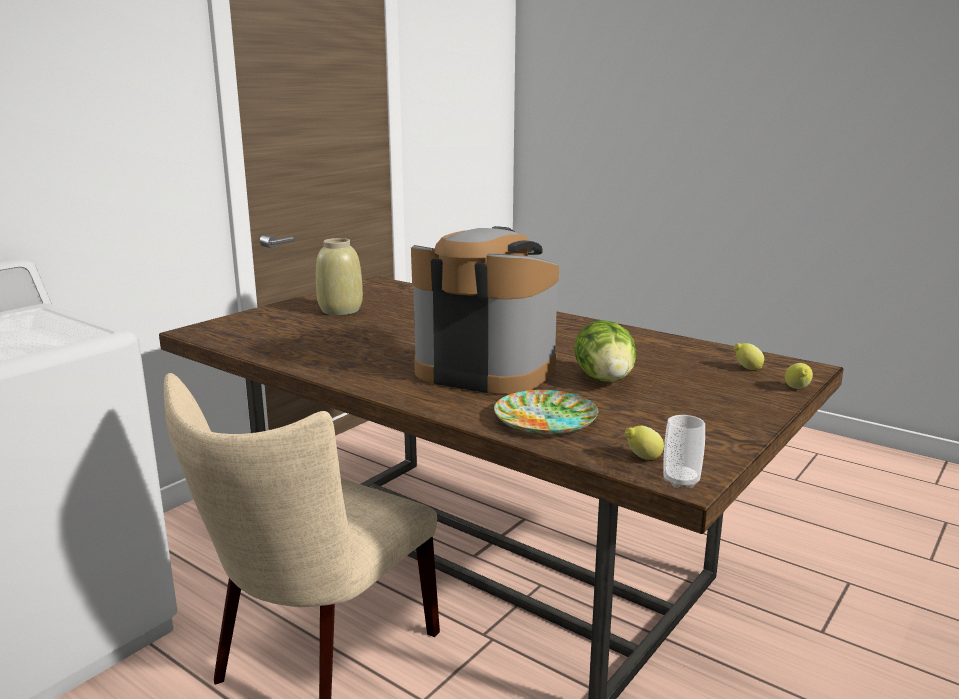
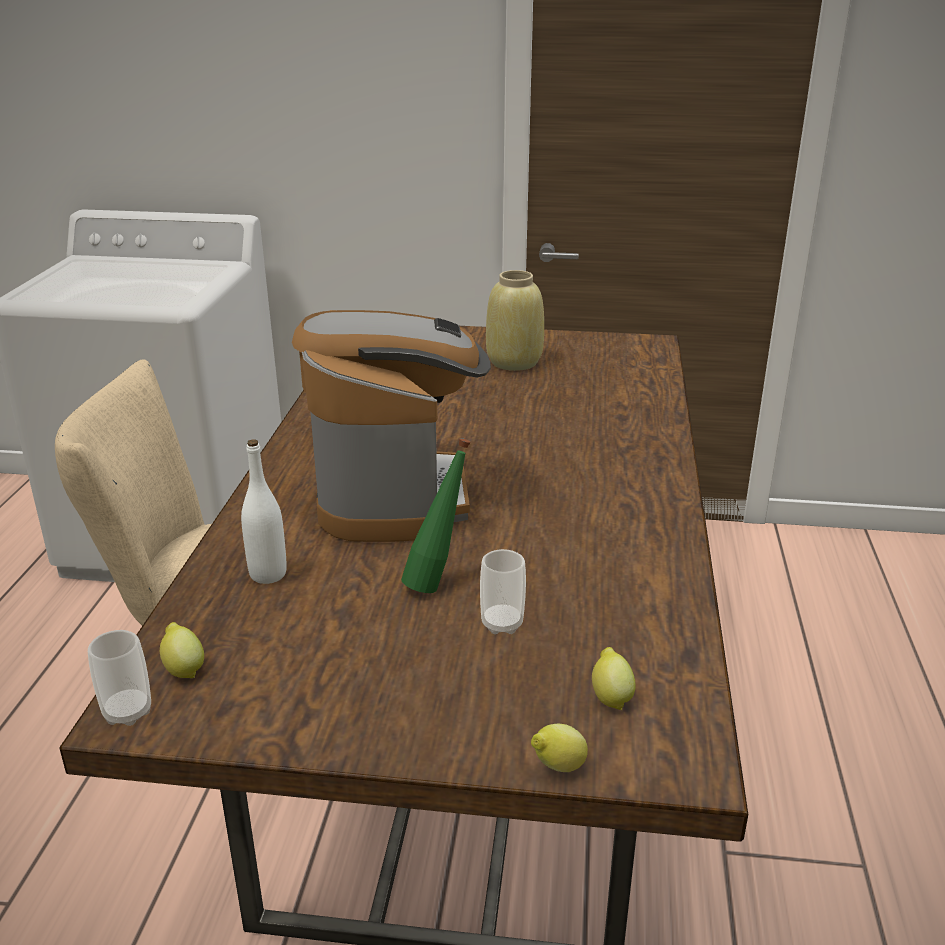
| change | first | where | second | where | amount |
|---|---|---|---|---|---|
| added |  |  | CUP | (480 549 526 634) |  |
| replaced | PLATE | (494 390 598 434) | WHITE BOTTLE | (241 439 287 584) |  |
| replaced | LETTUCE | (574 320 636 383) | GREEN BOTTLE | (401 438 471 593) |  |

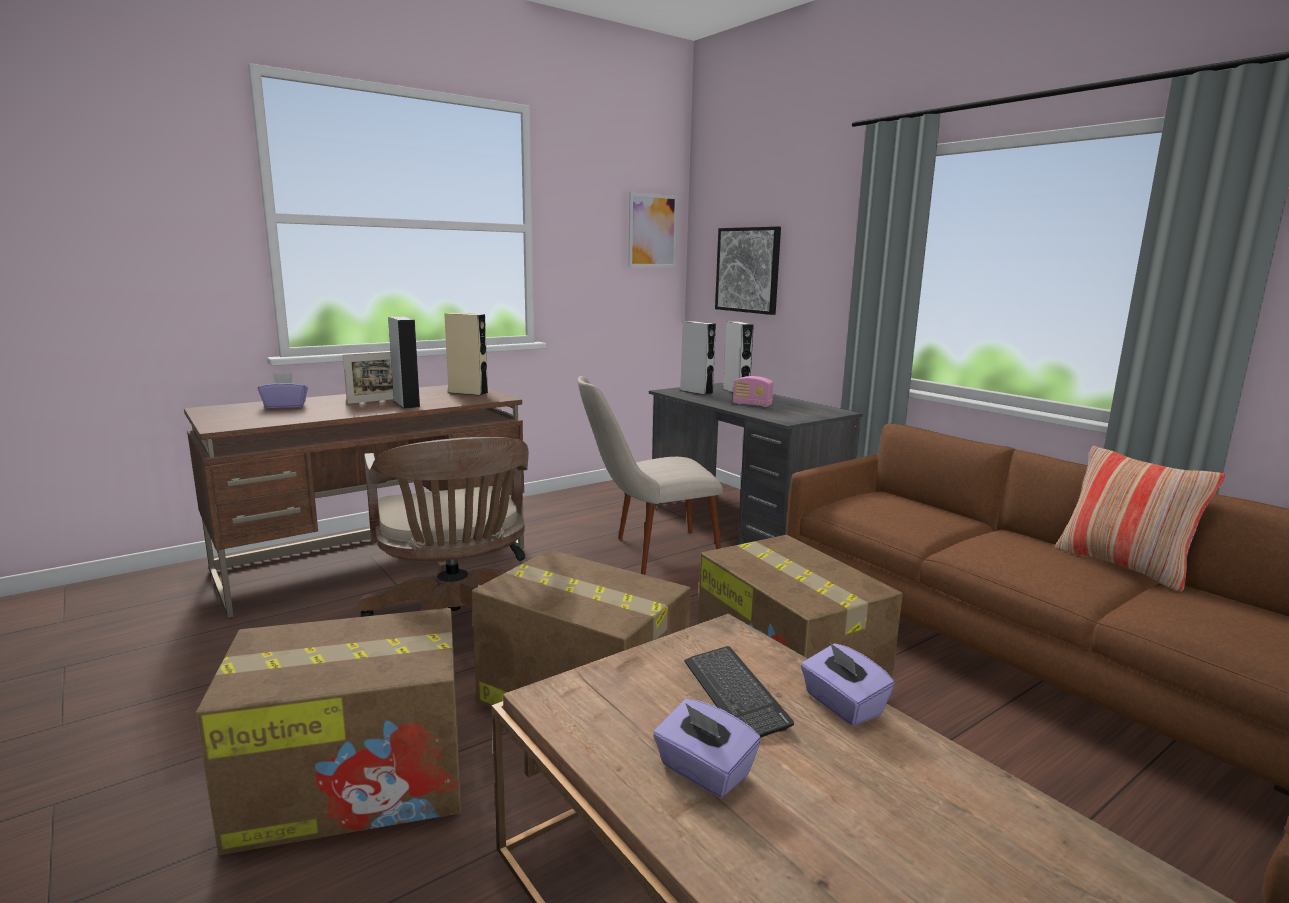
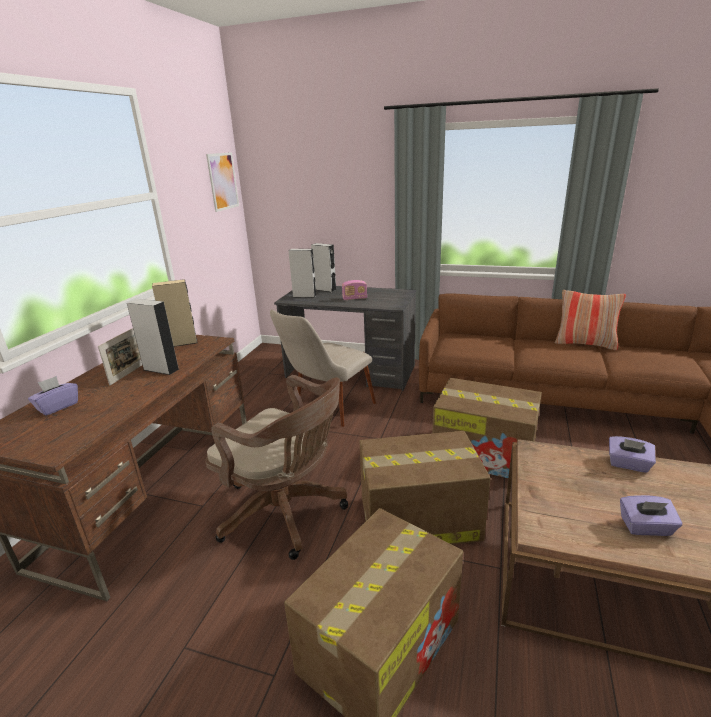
| change | first | where | second | where | amount |
|---|---|---|---|---|---|
| removed | KEYBOARD | (684 646 794 738) |  |  |  |
| removed | PICTURE | (715 226 781 315) |  |  |  |

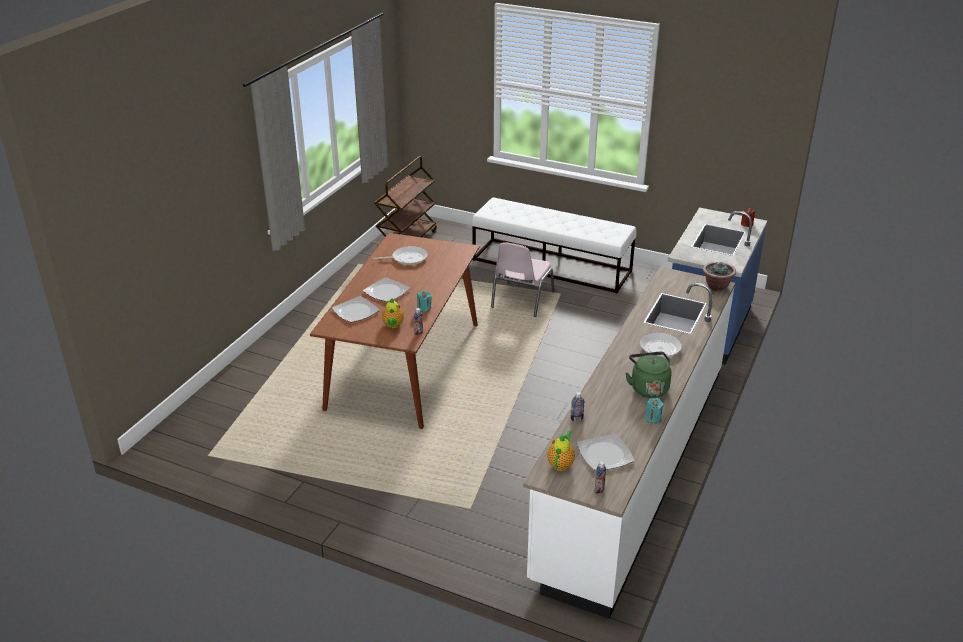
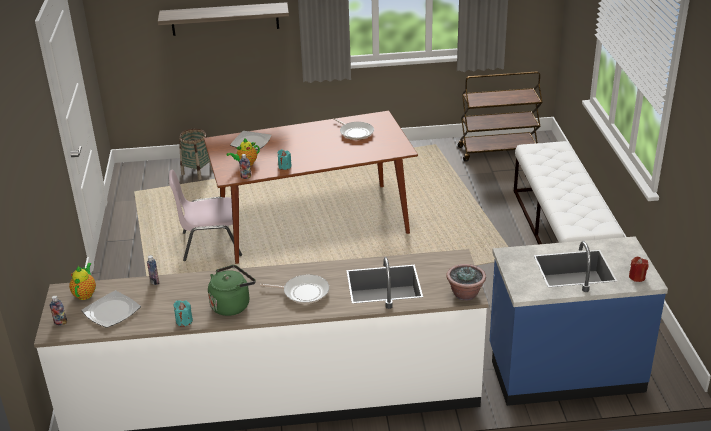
| change | first | where | second | where | amount |
|---|---|---|---|---|---|
| removed | PLATE | (363 277 410 302) |  |  |  |
| added |  |  | SHELF | (158 2 289 36) |  |
| added |  |  | BASKET | (179 129 213 180) |  |
| moved | PINK CHAIR | (491 242 555 317) |  | (169 170 242 261) |  |
| turned | TEAPOT | (547 431 575 471) |  | (69 263 96 300) | 75 degrees counterclockwise |

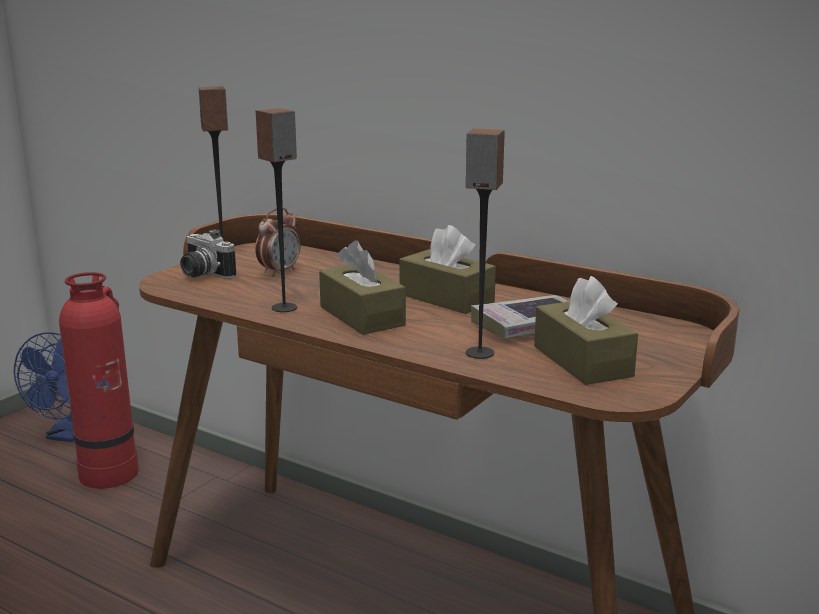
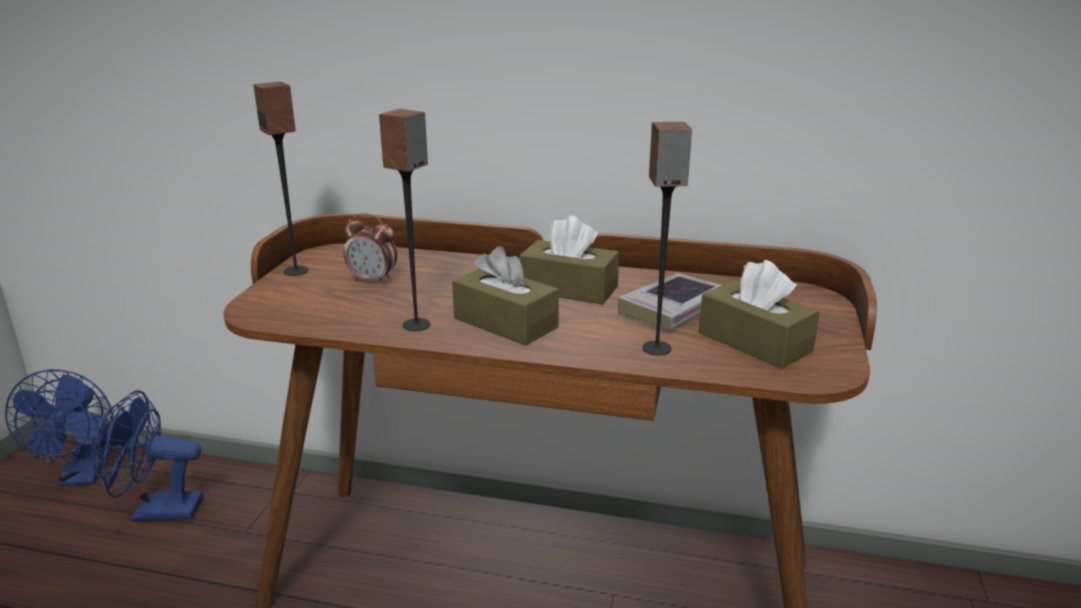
| change | first | where | second | where | amount |
|---|---|---|---|---|---|
| removed | PHOTO CAMERA | (180 229 236 279) |  |  |  |
| replaced | FIRE EXTINGUISHER | (59 272 139 489) | BLUE FAN | (93 390 203 521) |  |
| turned | ALARM CLOCK | (255 208 301 277) |  | (344 213 397 285) | 90 degrees clockwise |

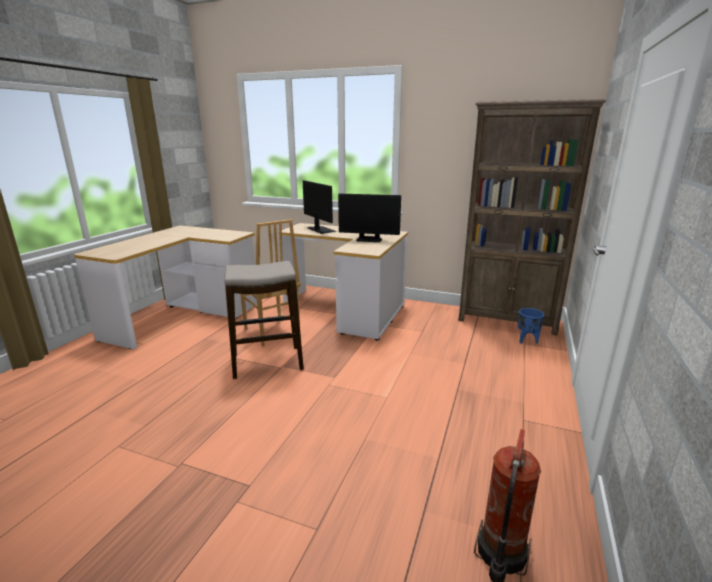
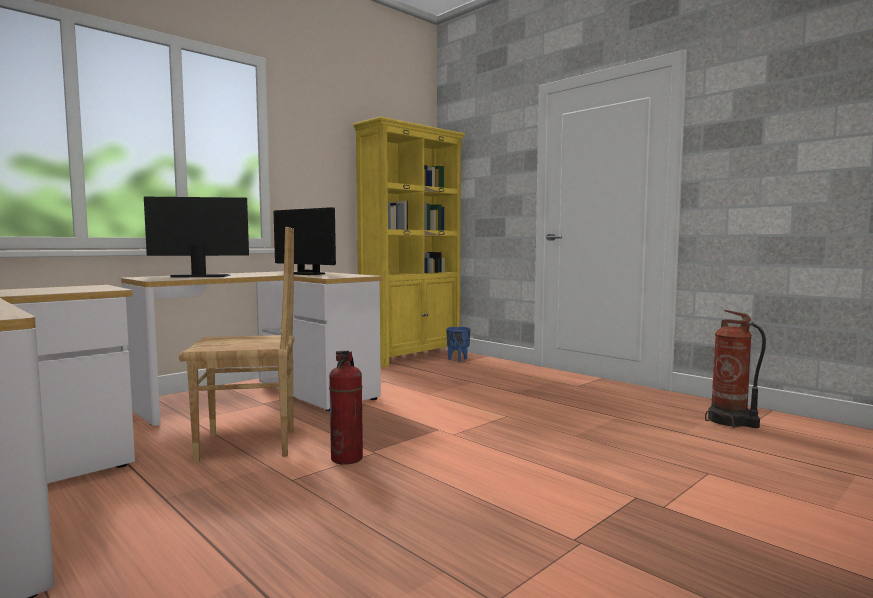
| change | first | where | second | where | amount |
|---|---|---|---|---|---|
| replaced | STOOL | (224 261 304 379) | FIRE EXTINGUISHER | (329 351 363 465) |  |
| recoloured | BROWN BOOKCASE | (458 99 606 335) | YELLOW BOOKCASE | (353 117 465 368) |  |
| turned | MONITOR | (338 194 401 242) |  | (274 207 336 275) | 90 degrees clockwise |

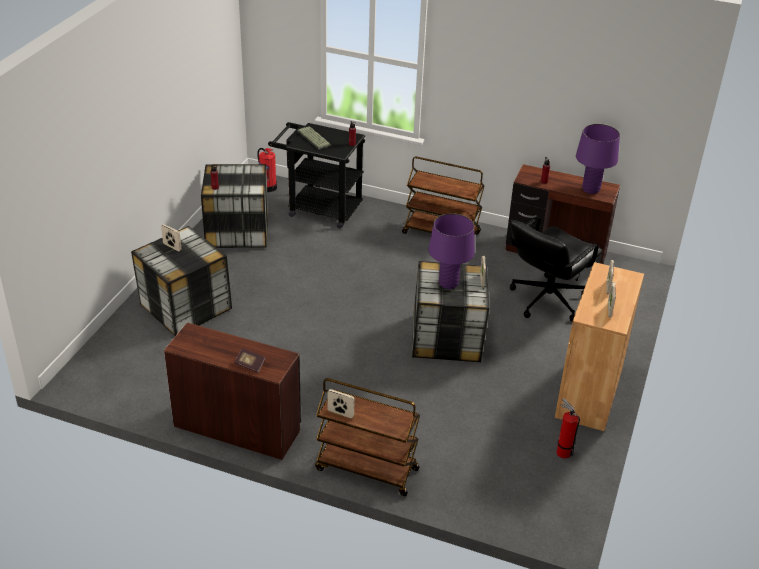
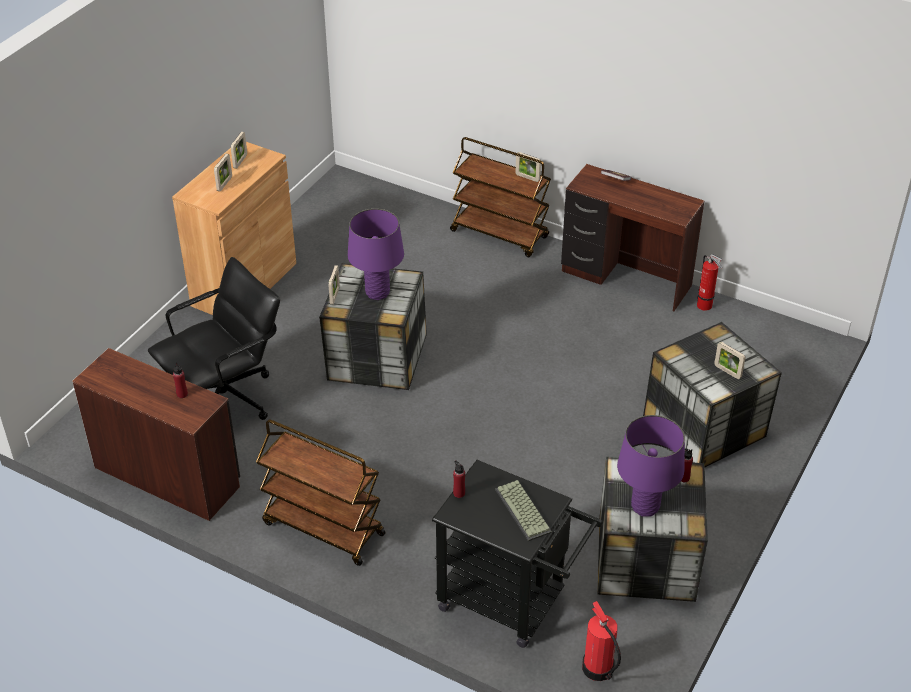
| change | first | where | second | where | amount |
|---|---|---|---|---|---|
| moved | FIRE EXTINGUISHER | (556 399 580 458) |  | (697 254 722 311) |  |
| moved | PURPLE TABLE LAMP | (576 124 620 194) |  | (617 415 685 516) |  |

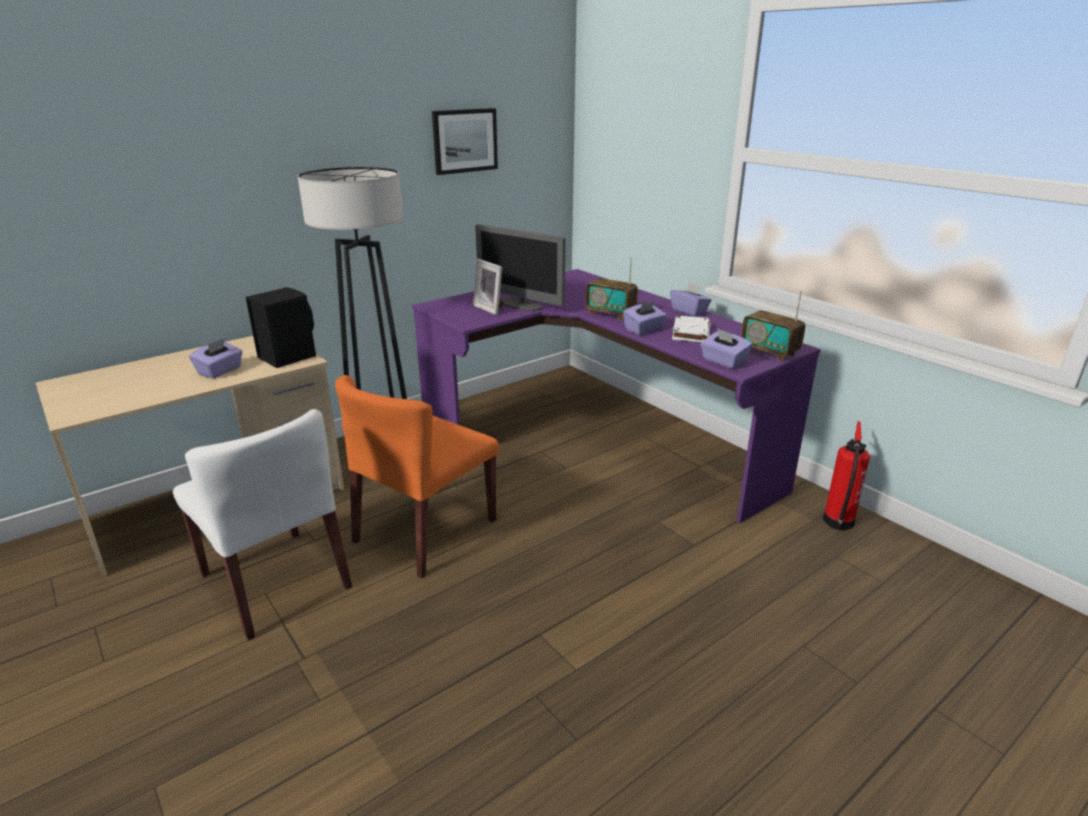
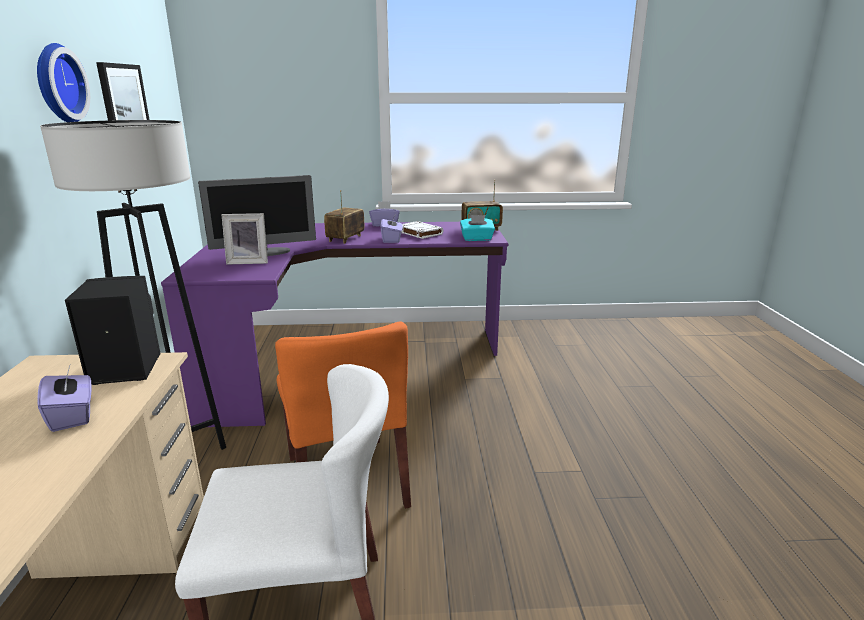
| change | first | where | second | where | amount |
|---|---|---|---|---|---|
| removed | FIRE EXTINGUISHER | (823 421 870 530) |  |  |  |
| added |  |  | WALL CLOCK | (37 43 90 122) |  |
| recoloured | PURPLE TISSUE BOX | (700 328 752 369) | TURQUOISE TISSUE BOX | (460 215 495 241) |  |
| turned | RADIO | (586 258 638 321) |  | (324 190 364 244) | 135 degrees clockwise |

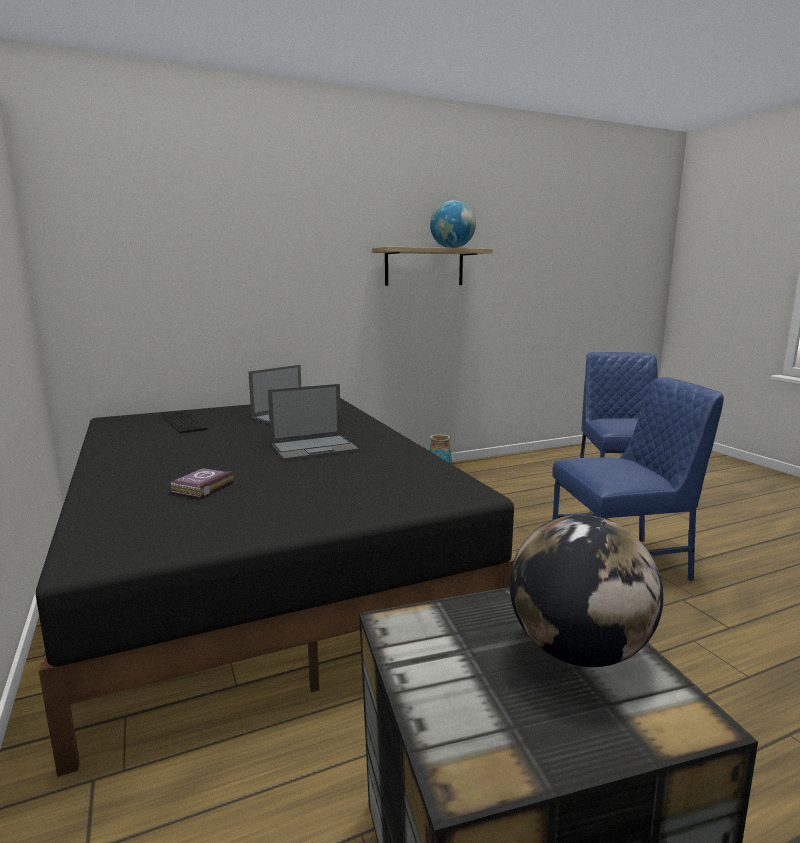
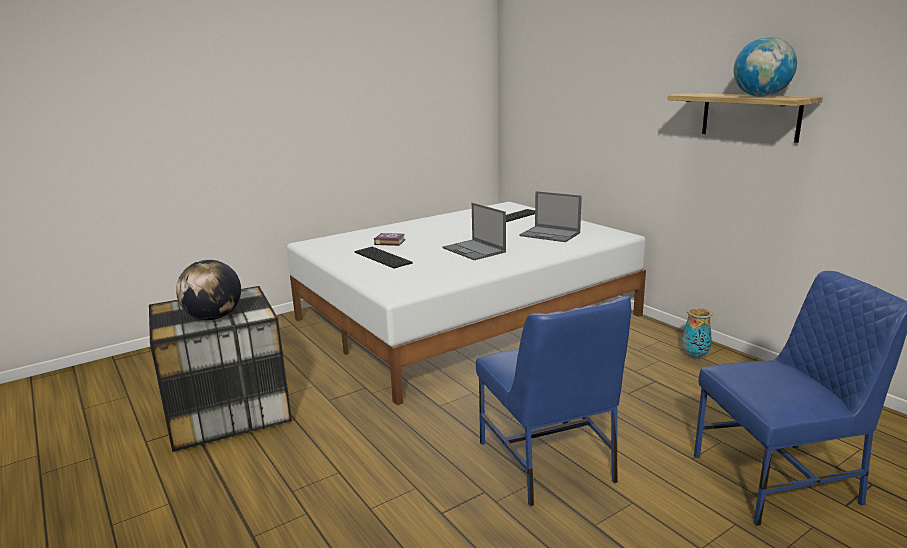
| change | first | where | second | where | amount |
|---|---|---|---|---|---|
| added |  |  | KEYBOARD | (354 247 412 269) |  |
| recoloured | BLACK BED | (35 398 514 777) | WHITE BED | (287 202 646 406) |  |

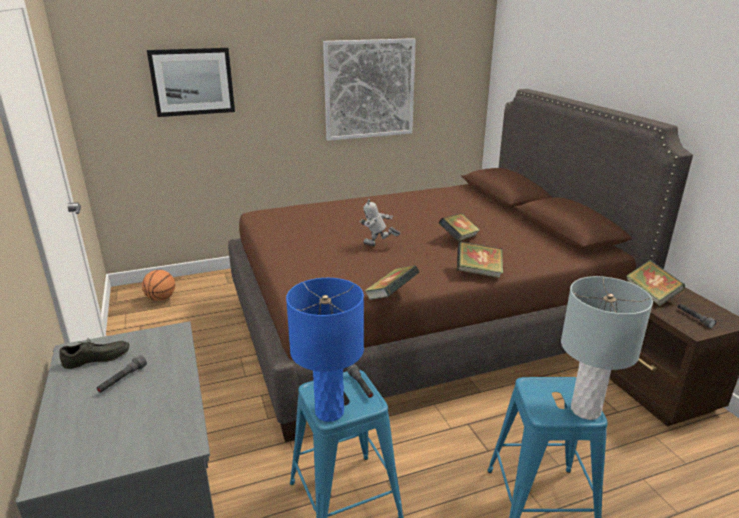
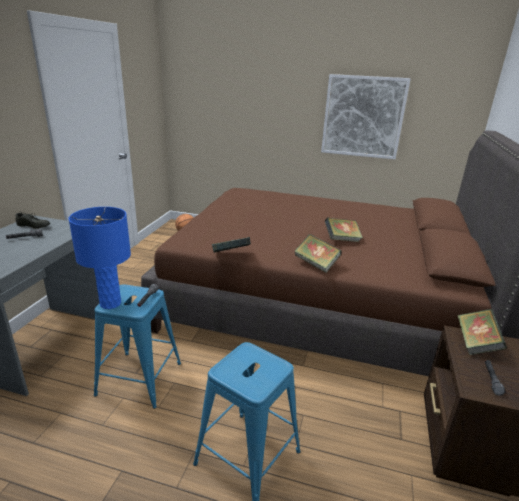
| change | first | where | second | where | amount |
|---|---|---|---|---|---|
| removed | PICTURE | (147 48 235 117) |  |  |  |
| removed | TOY ROBOT | (359 199 401 246) |  |  |  |
| removed | GREY TABLE LAMP | (561 276 653 420) |  |  |  |

